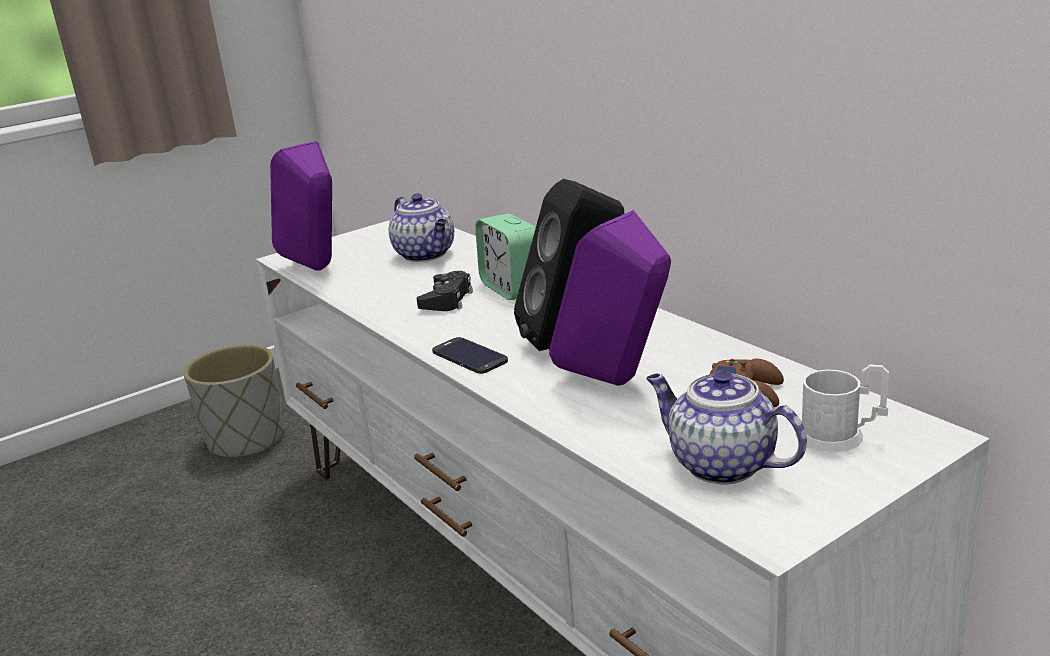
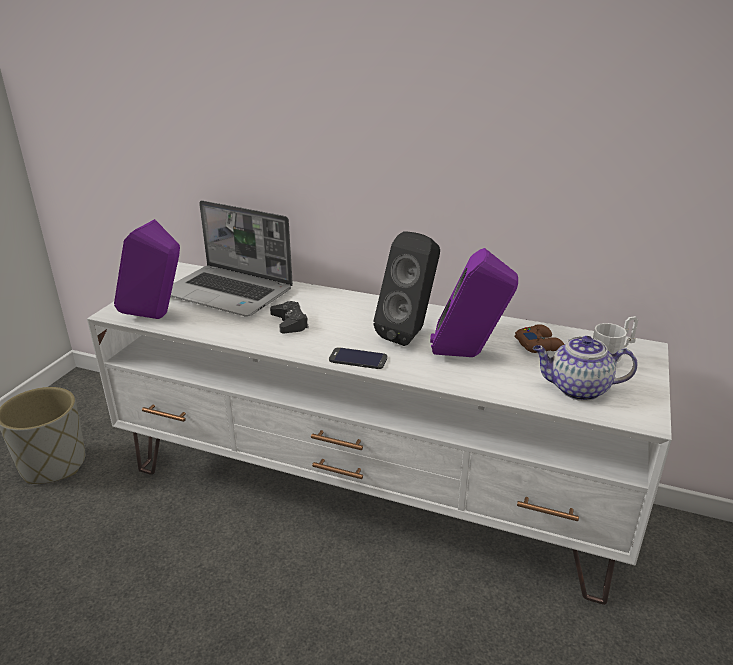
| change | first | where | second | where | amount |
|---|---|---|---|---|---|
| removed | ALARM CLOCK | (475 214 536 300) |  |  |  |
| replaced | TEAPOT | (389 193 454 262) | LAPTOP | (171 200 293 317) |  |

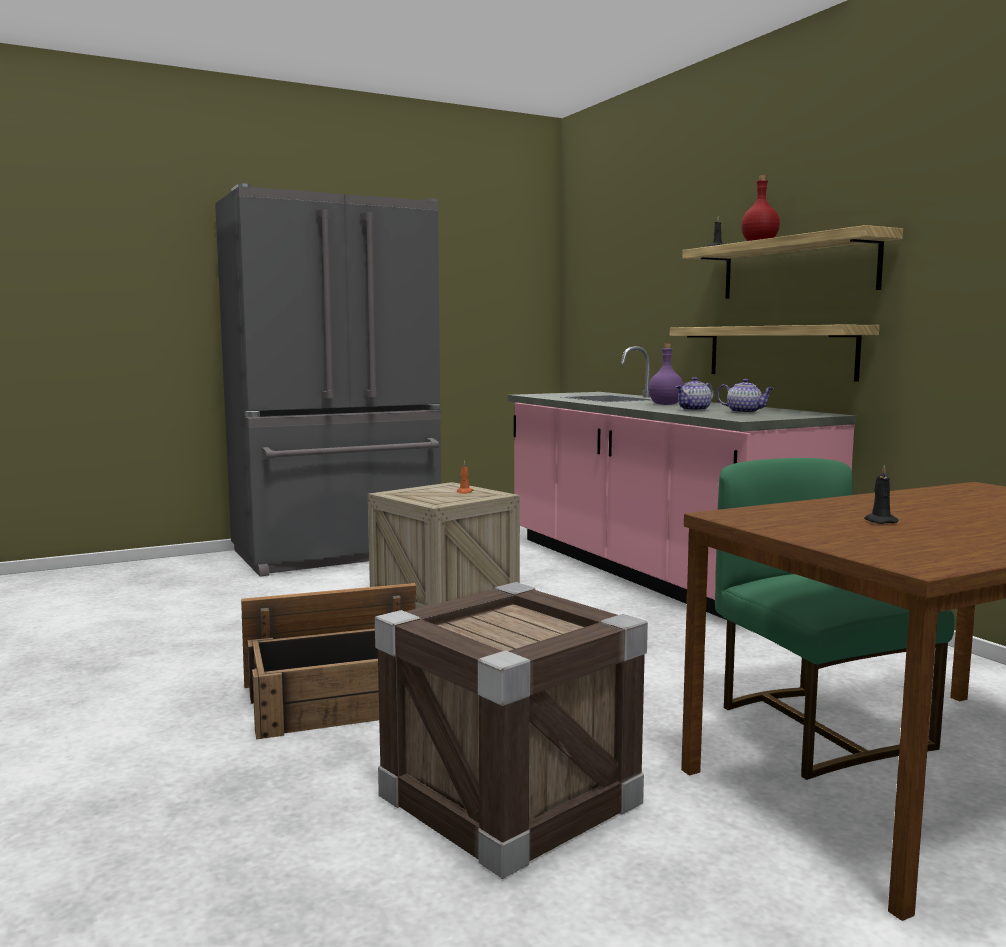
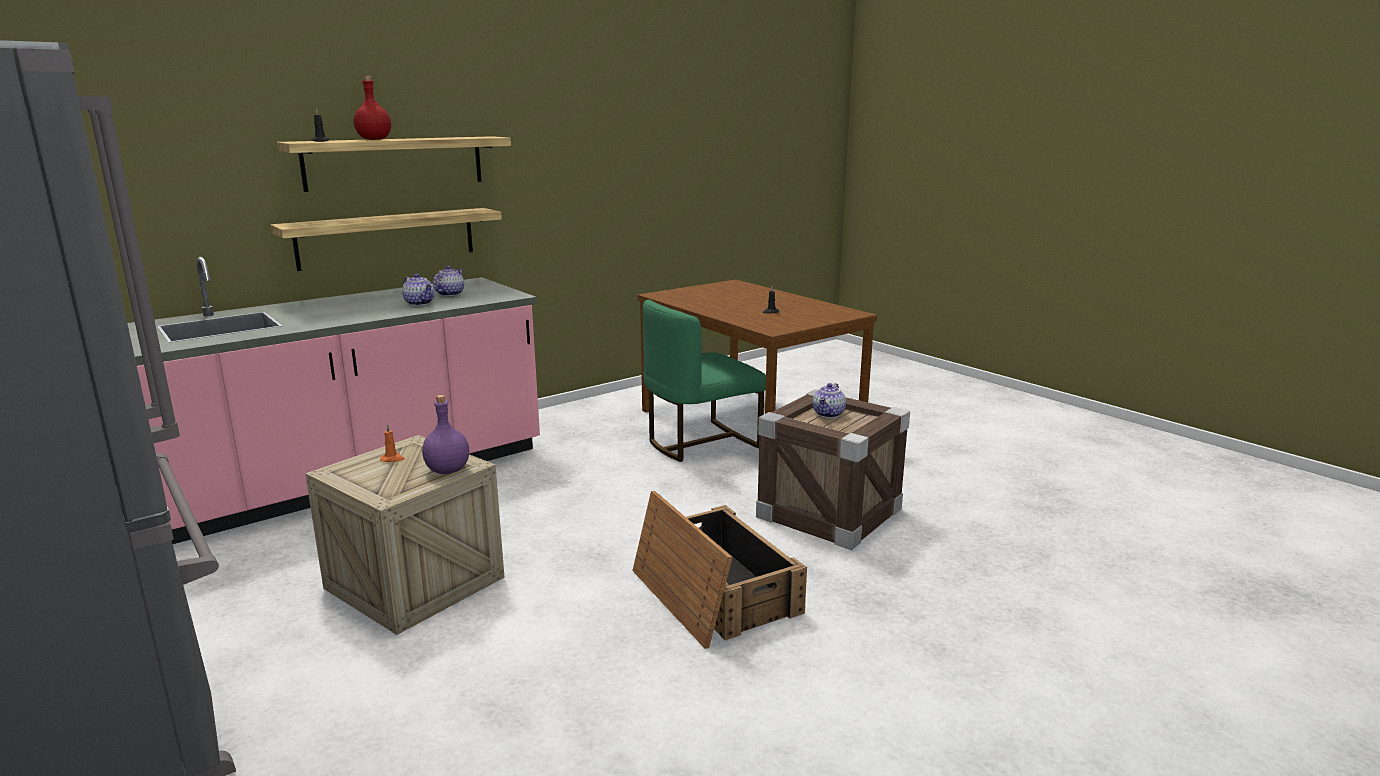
| change | first | where | second | where | amount |
|---|---|---|---|---|---|
| added |  |  | TEAPOT | (813 383 846 418) |  |
| moved | PURPLE BOTTLE | (648 344 684 405) |  | (422 395 469 474) |  |

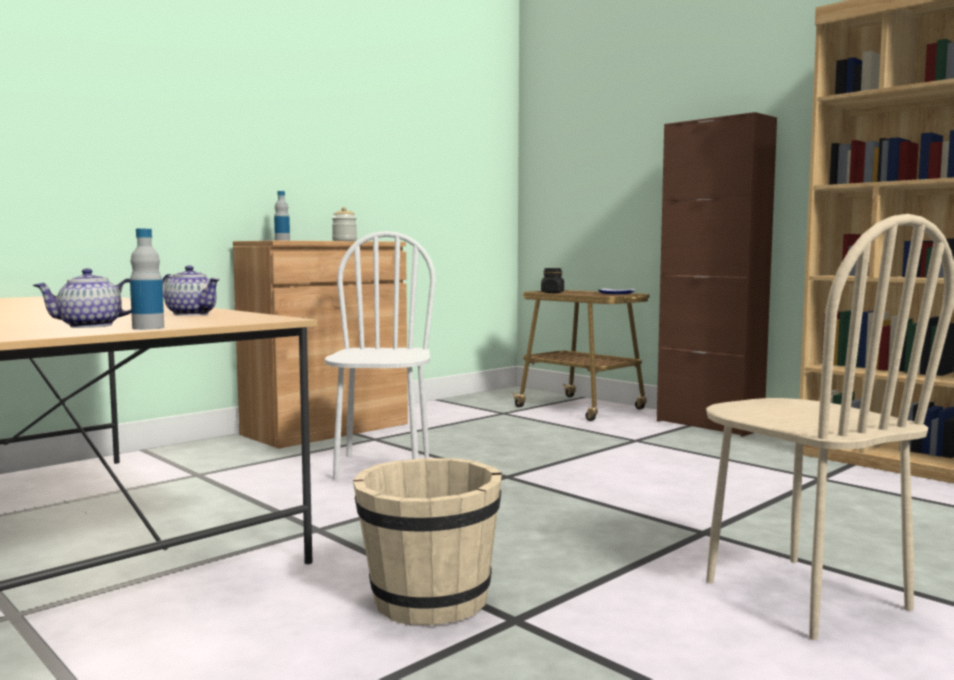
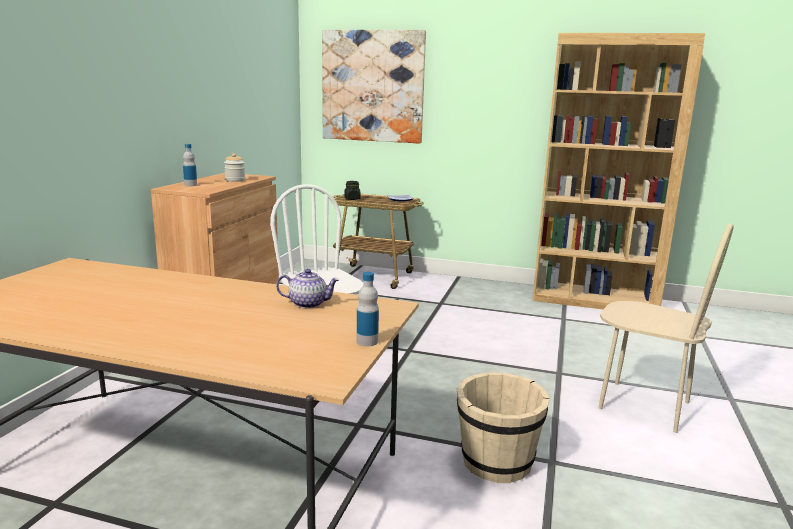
| change | first | where | second | where | amount |
|---|---|---|---|---|---|
| removed | TEAPOT | (33 268 131 328) |  |  |  |
| removed | BROWN CABINET | (657 112 777 437) |  |  |  |
| added |  |  | PICTURE | (322 30 426 144) |  |

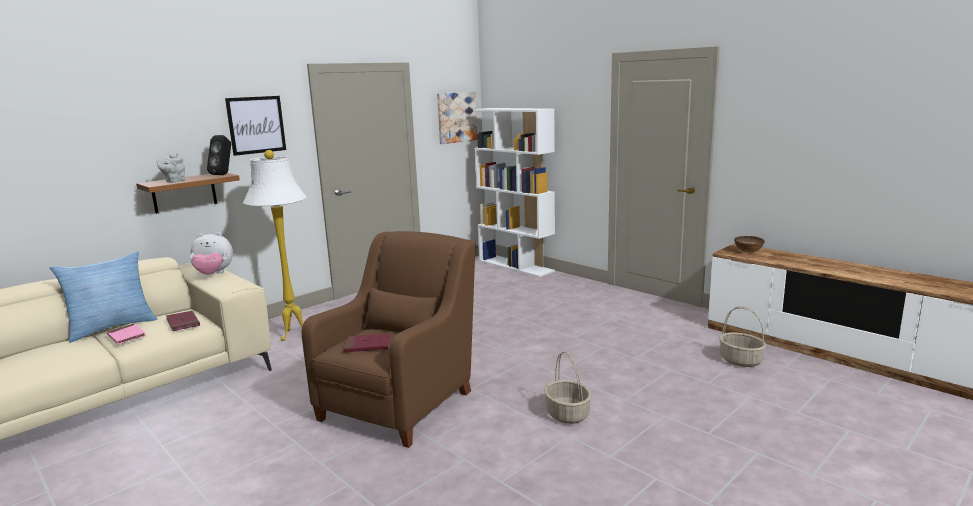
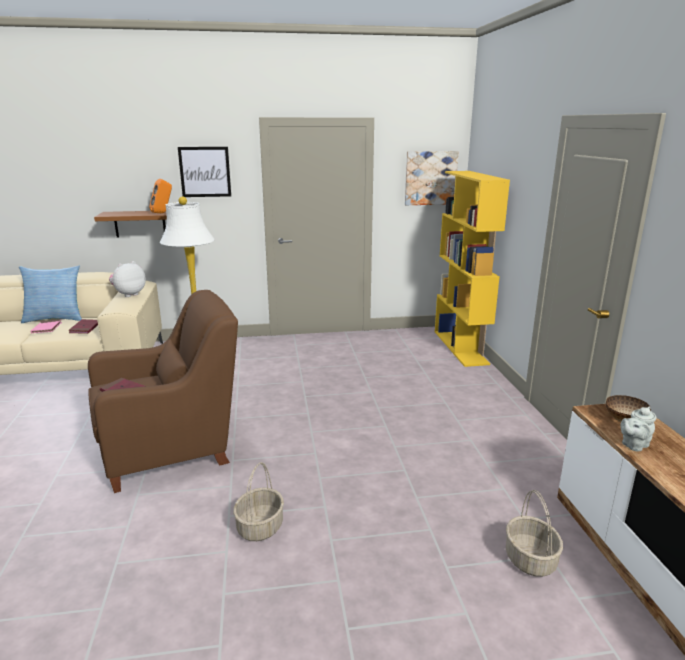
| change | first | where | second | where | amount |
|---|---|---|---|---|---|
| moved | GREY TEAPOT | (157 153 185 183) |  | (620 407 656 451) |  |
| recoloured | BLACK SPEAKER | (207 135 231 175) | ORANGE SPEAKER | (149 179 172 213) |  |
| recoloured | WHITE BOOKCASE | (473 108 555 277) | YELLOW BOOKCASE | (435 171 510 367) |  |
| turned | PLUSH TOY | (190 232 233 275) |  | (109 261 146 297) | 105 degrees clockwise |

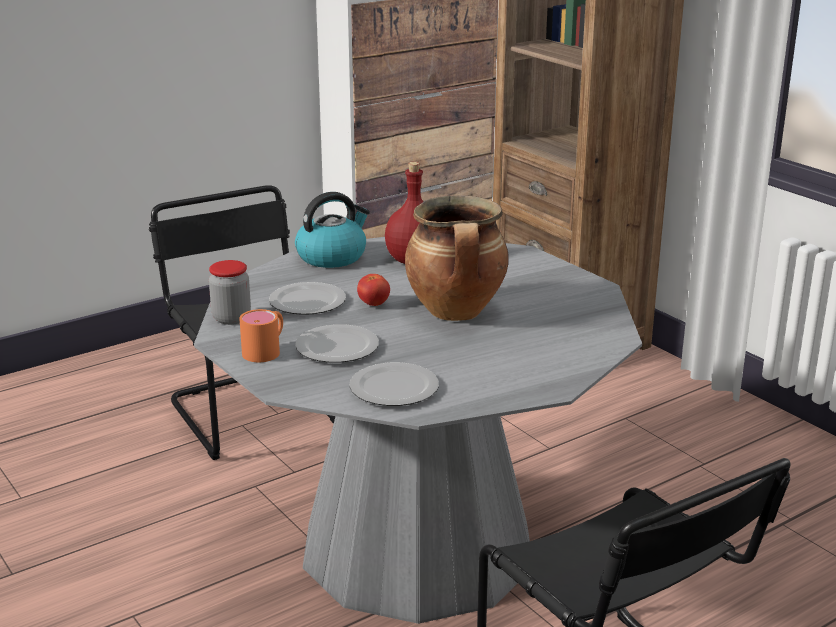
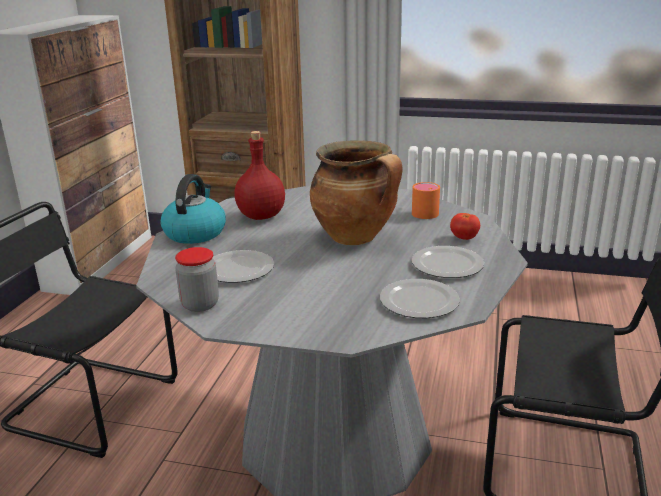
| change | first | where | second | where | amount |
|---|---|---|---|---|---|
| moved | ORANGE MUG | (239 309 283 362) |  | (412 182 440 219) |  |
| moved | PLATE | (295 324 379 363) |  | (412 246 484 278) |  |
| moved | TOMATO | (357 274 390 306) |  | (450 213 480 240) |  |

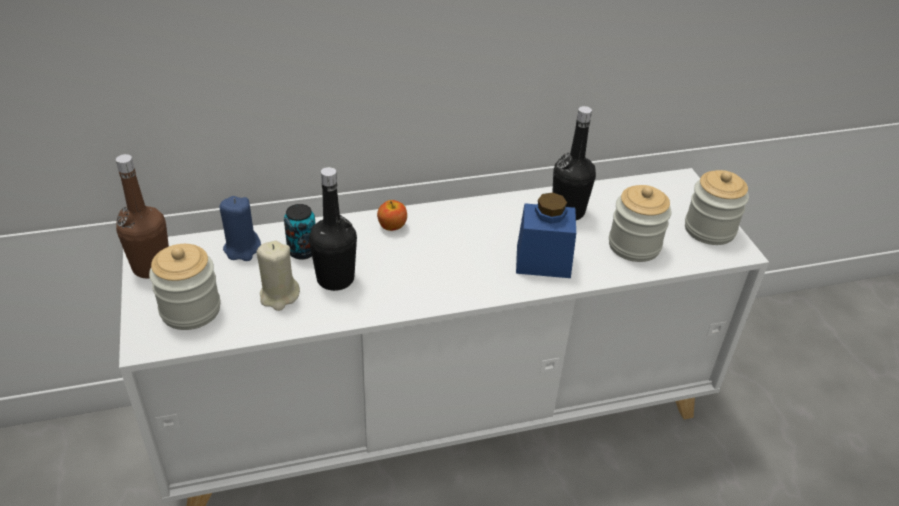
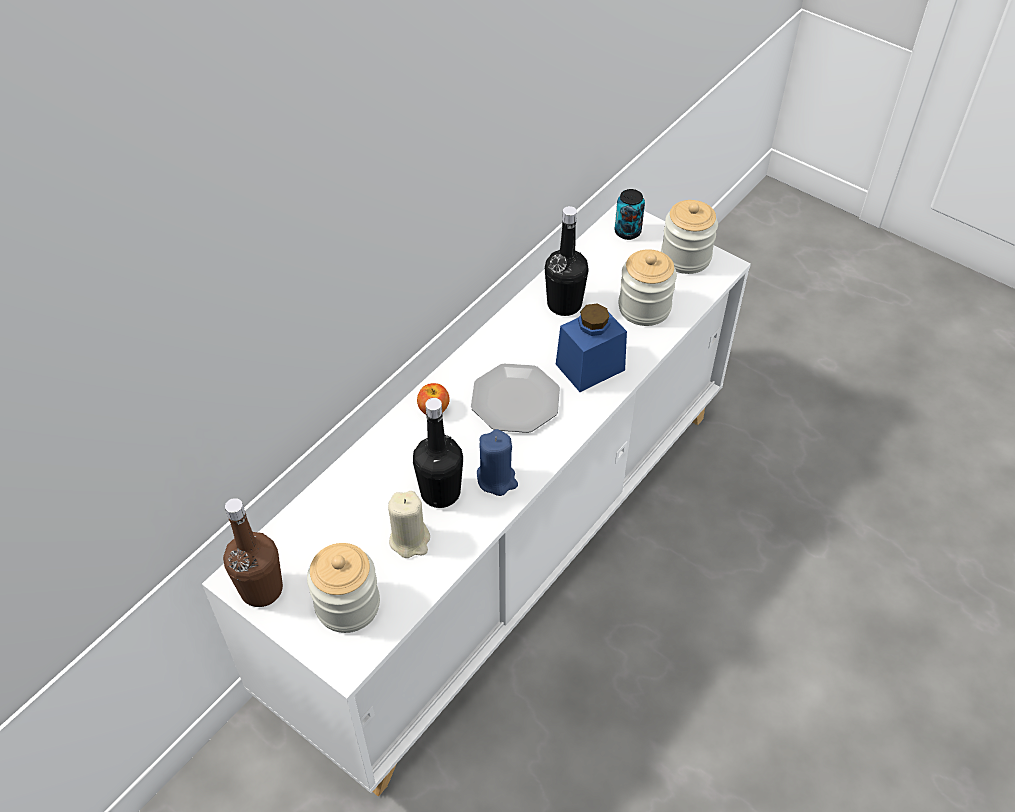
| change | first | where | second | where | amount |
|---|---|---|---|---|---|
| added |  |  | PLATE | (471 363 560 433) |  |
| moved | BLUE CANDLE | (220 196 261 261) |  | (477 429 518 496) |  |
| moved | CAN | (284 204 316 260) |  | (614 189 645 240) |  |

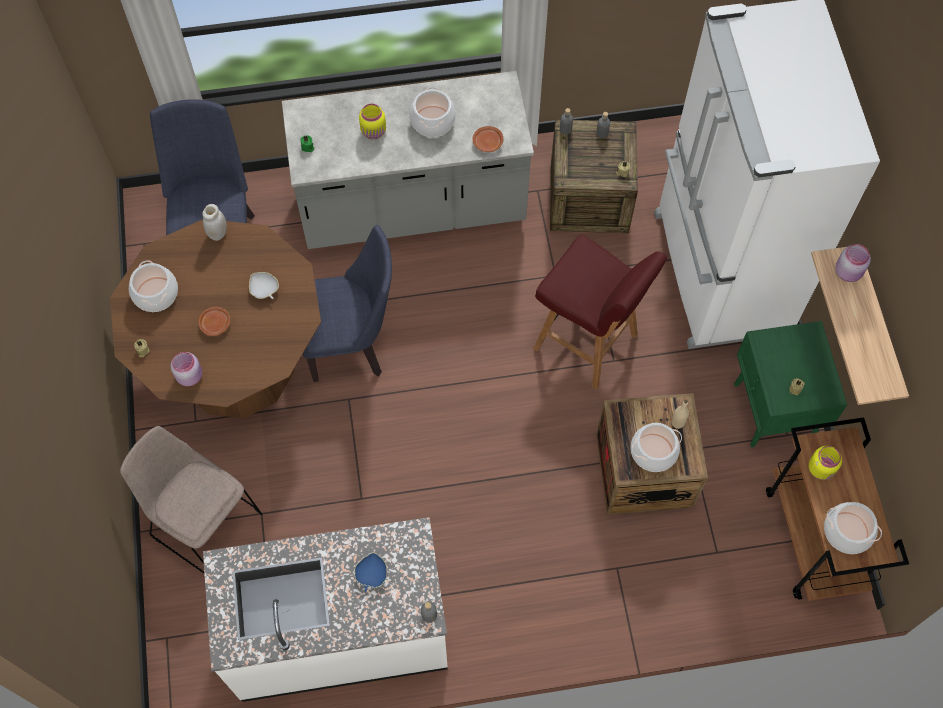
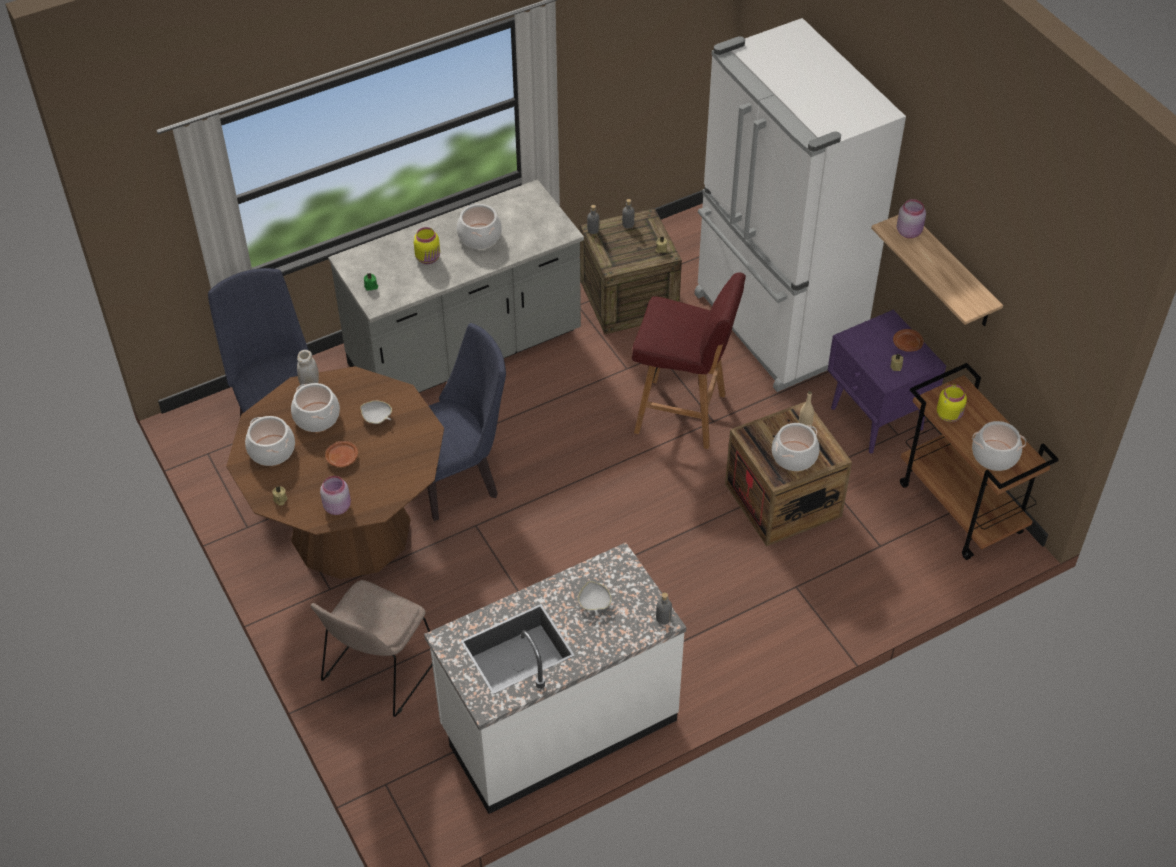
| change | first | where | second | where | amount |
|---|---|---|---|---|---|
| added |  |  | COOKING POT | (291 383 340 432) |  |
| moved | BROWN PLATE | (472 126 503 152) |  | (893 329 924 352) |  |
| recoloured | BLUE BOWL | (354 552 387 592) | WHITE BOWL | (578 581 611 615) |  |
| recoloured | GREEN NIGHTSTAND | (734 321 847 448) | PURPLE NIGHTSTAND | (828 310 946 454) |  |
| turned | BEIGE CHAIR | (120 426 263 573) |  | (311 580 433 717) | 75 degrees counterclockwise |

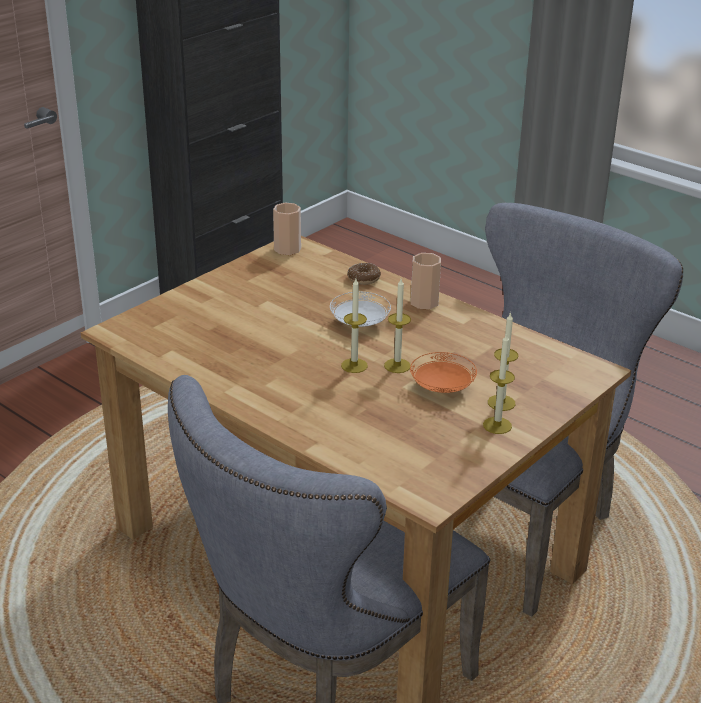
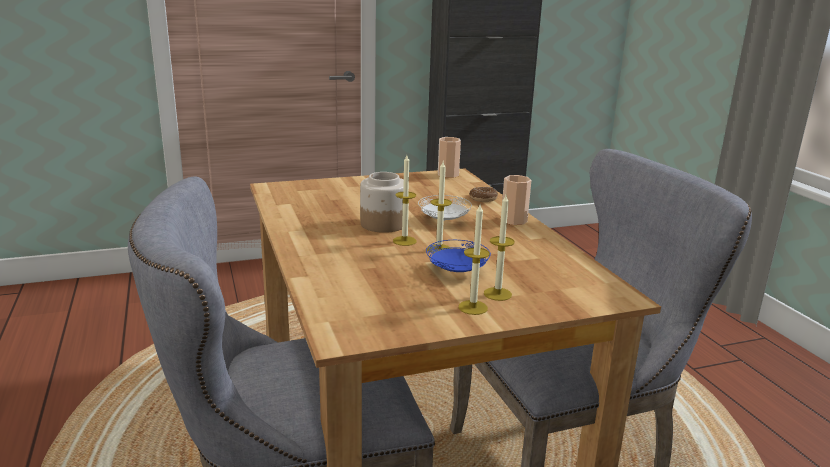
| change | first | where | second | where | amount |
|---|---|---|---|---|---|
| added |  |  | JAR | (360 172 404 233) |  |
| recoloured | ORANGE PLATE | (410 352 477 393) | BLUE PLATE | (426 240 491 272) |  |

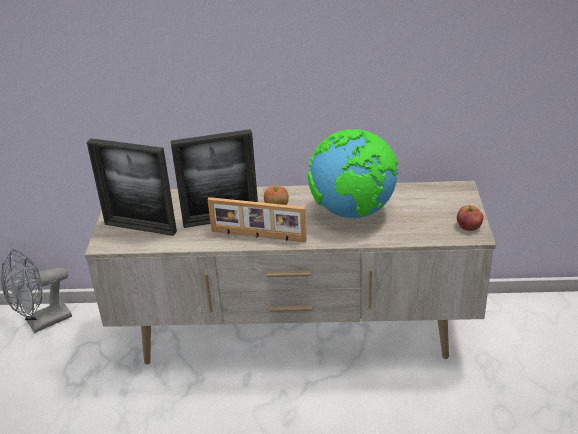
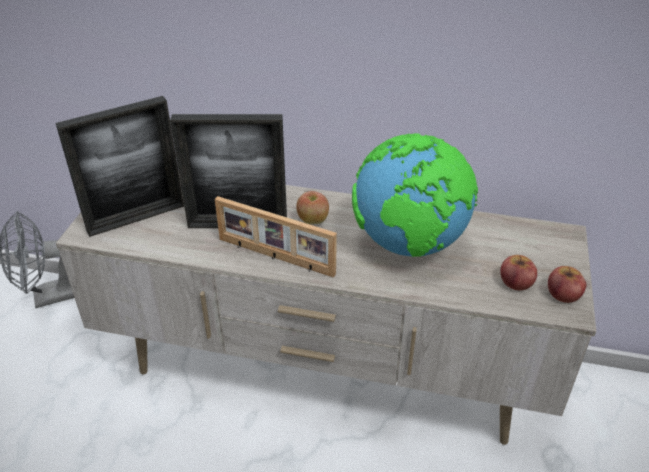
| change | first | where | second | where | amount |
|---|---|---|---|---|---|
| added |  |  | APPLE | (500 255 537 290) |  |
| turned | PICTURE FRAME | (87 138 177 236) |  | (56 96 184 237) | 60 degrees counterclockwise |

